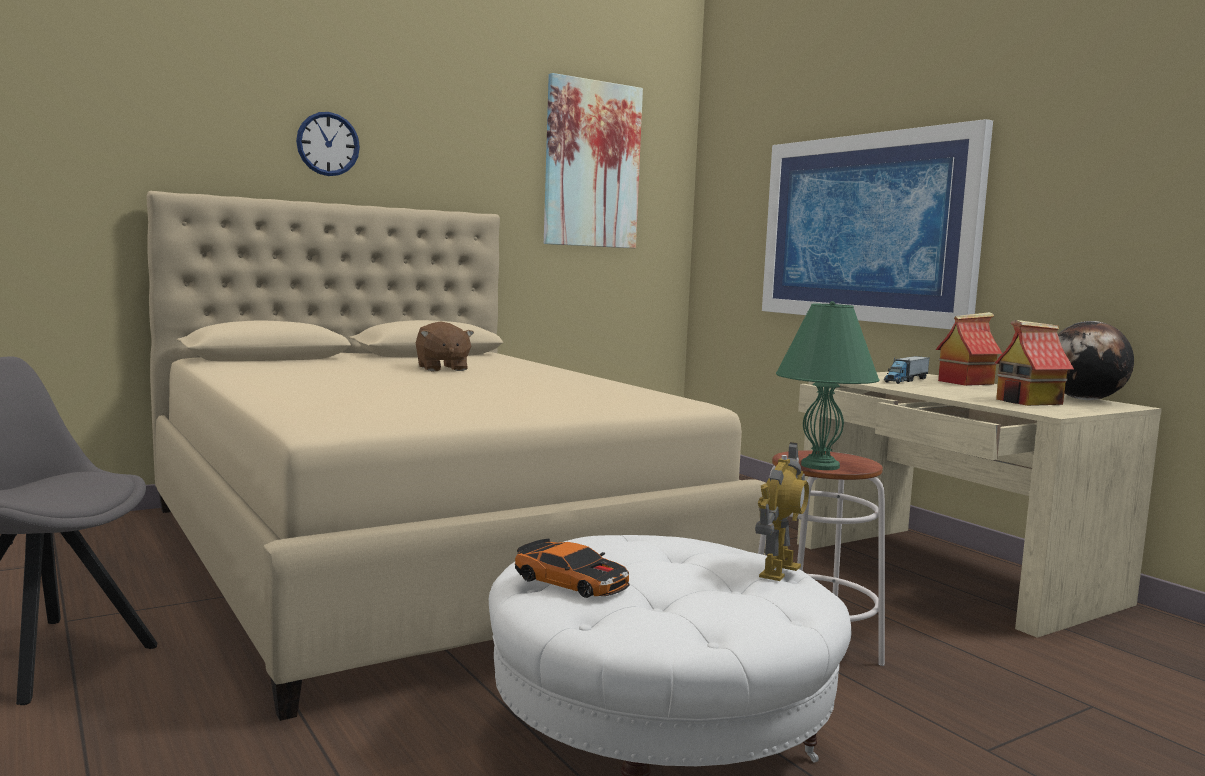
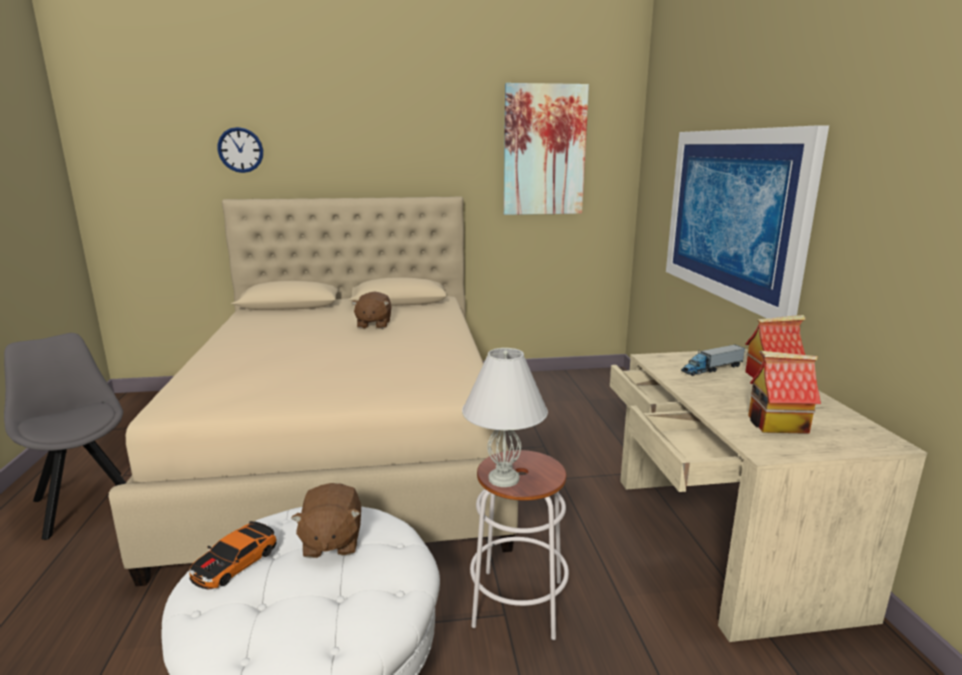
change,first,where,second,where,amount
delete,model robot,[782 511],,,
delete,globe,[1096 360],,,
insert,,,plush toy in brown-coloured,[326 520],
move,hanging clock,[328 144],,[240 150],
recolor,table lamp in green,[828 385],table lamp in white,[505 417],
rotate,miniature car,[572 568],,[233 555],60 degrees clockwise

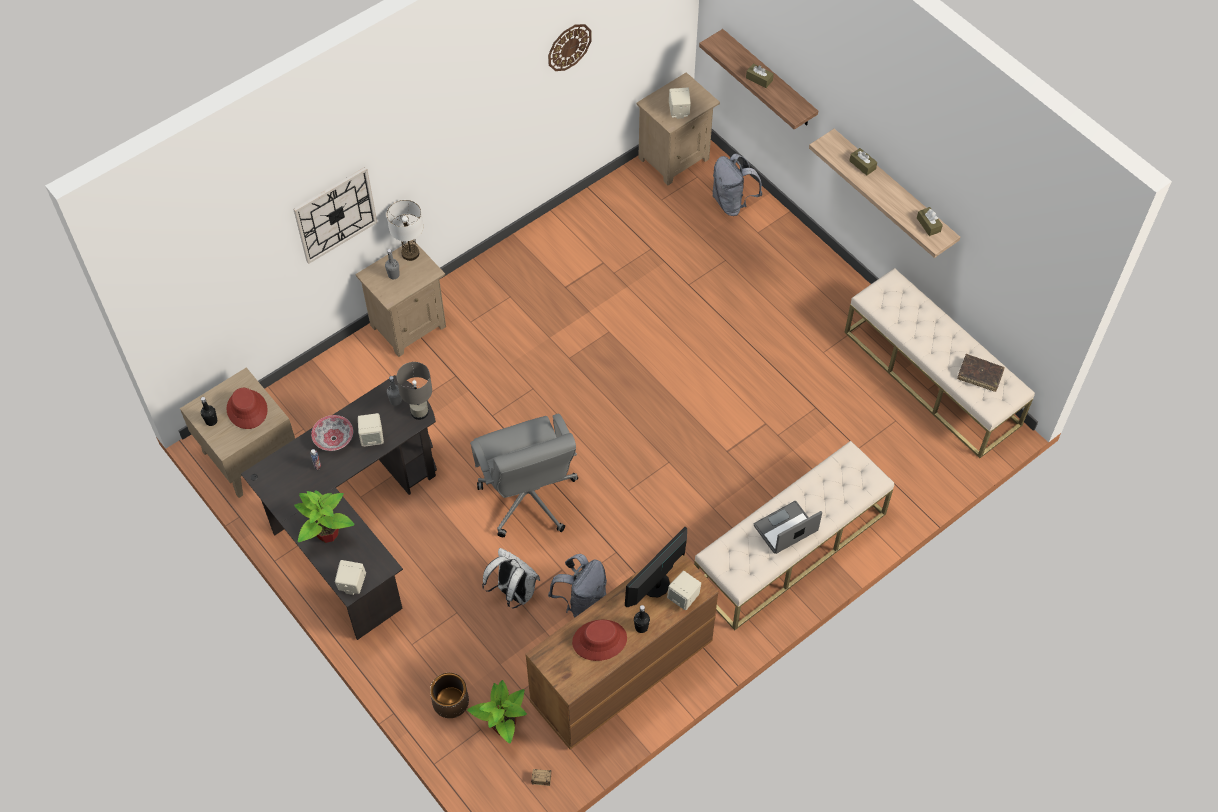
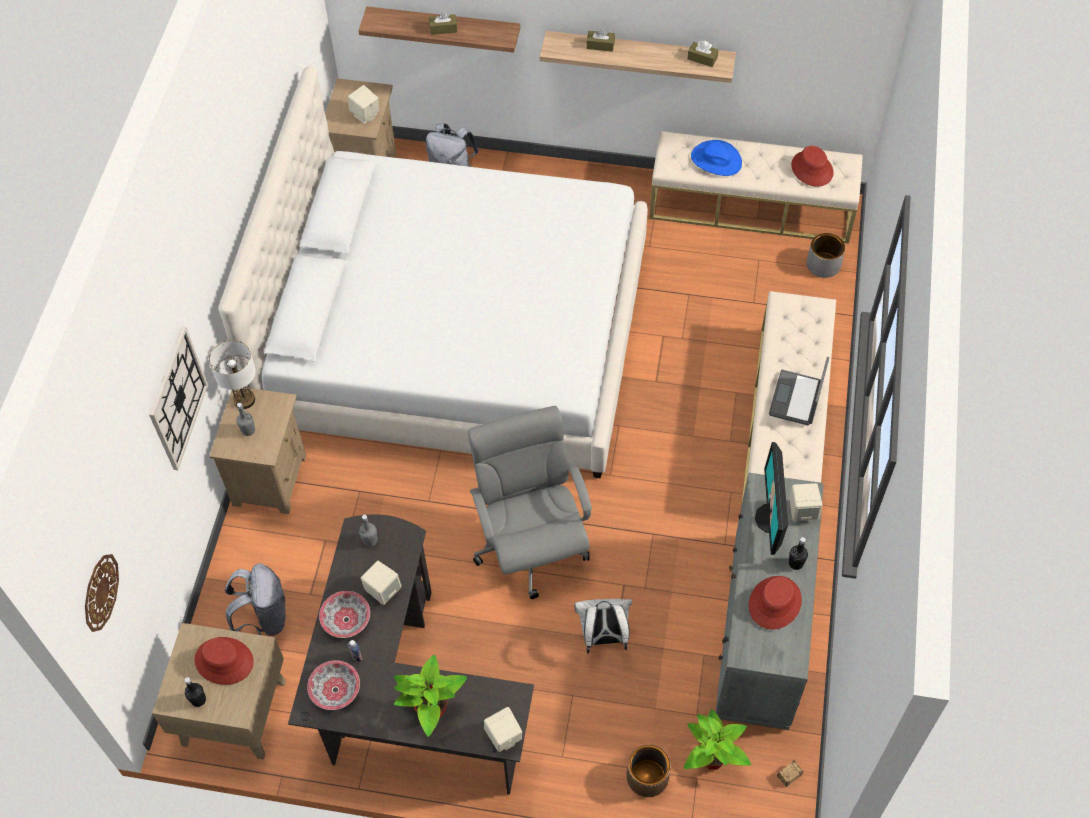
change,first,where,second,where,amount
delete,table lamp in grey,[414 391],,,
insert,,,sleeping bed in white,[433 272],
insert,,,bowl,[333 685],
insert,,,clothing hat in blue-coloured,[716 158],
insert,,,planter in grey,[826 255],
move,hanging clock,[570 47],,[102 593],
move,rucksack in grey,[577 586],,[256 600],
replace,volume in brown-coloured,[981 373],clothing hat in reddish,[812 166],
recolor,dresser in brown-coloured,[622 652],dresser in grey,[770 601],
rotate,office chair in grey,[524 475],,[530 502],135 degrees counterclockwise

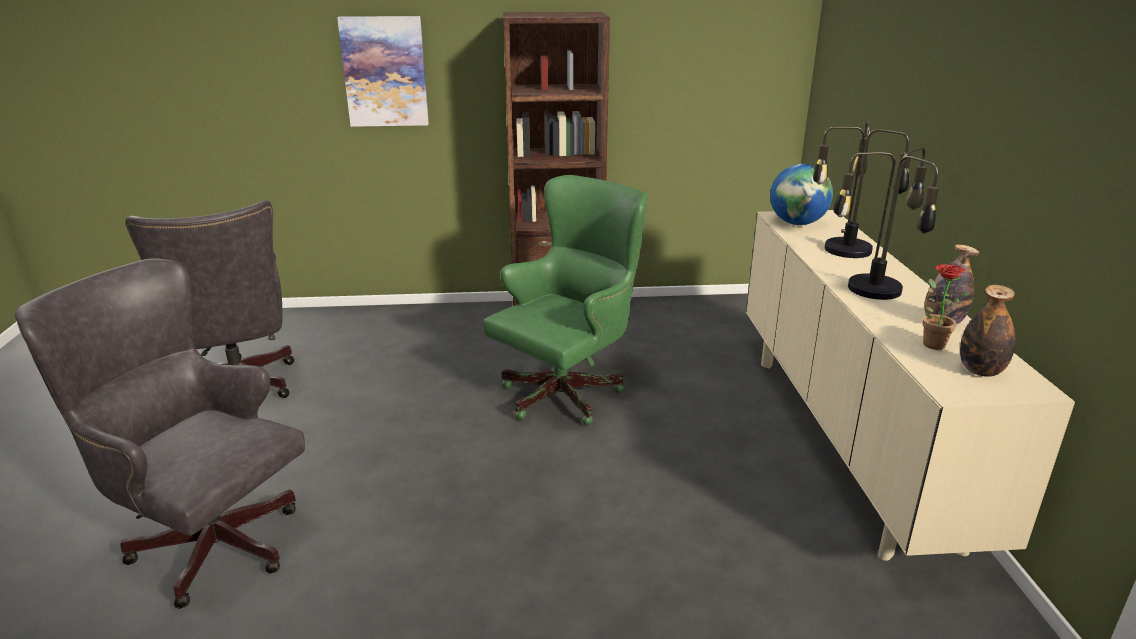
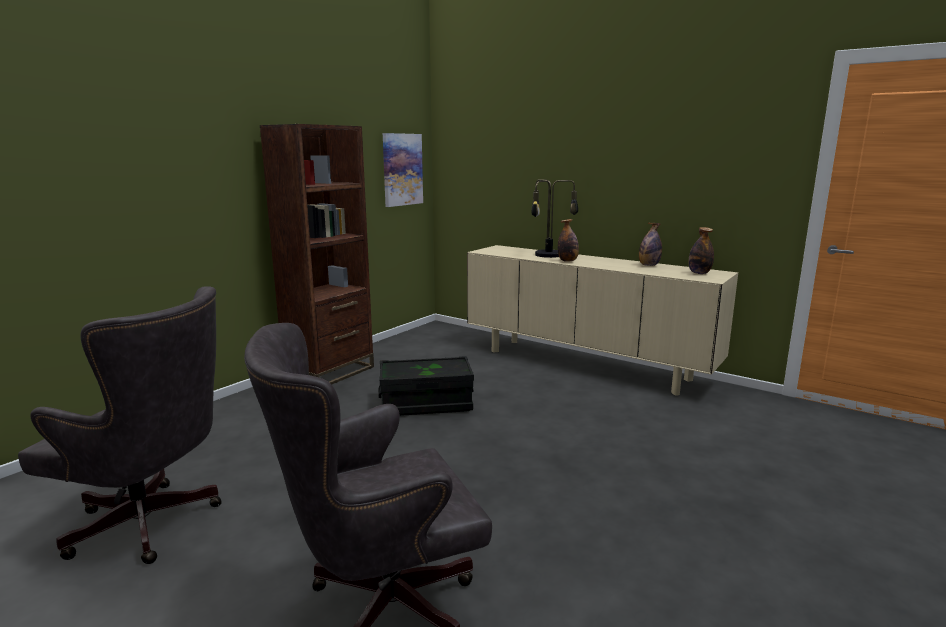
change,first,where,second,where,amount
delete,globe,[801 194],,,
delete,table lamp,[886 223],,,
delete,potted plant,[946 307],,,
insert,,,bottle,[568 240],
move,wall picture,[383 71],,[403 170],
replace,office chair in green,[565 300],storage container in black-coloured,[426 386],

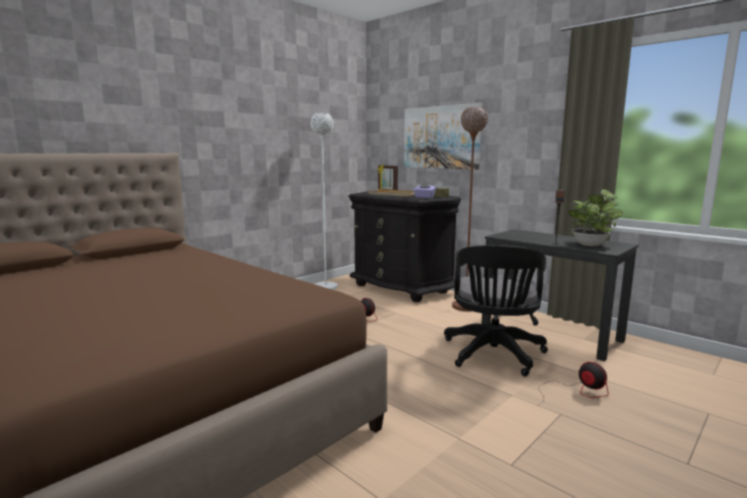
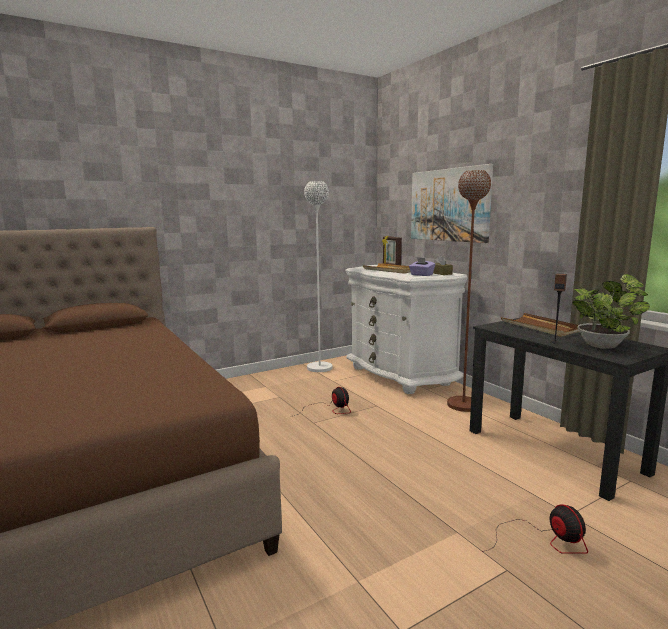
change,first,where,second,where,amount
delete,office chair in black-coloured,[496 310],,,
insert,,,serving tray in brown-coloured,[540 325],
recolor,dresser in black-coloured,[404 246],dresser in white,[406 329],

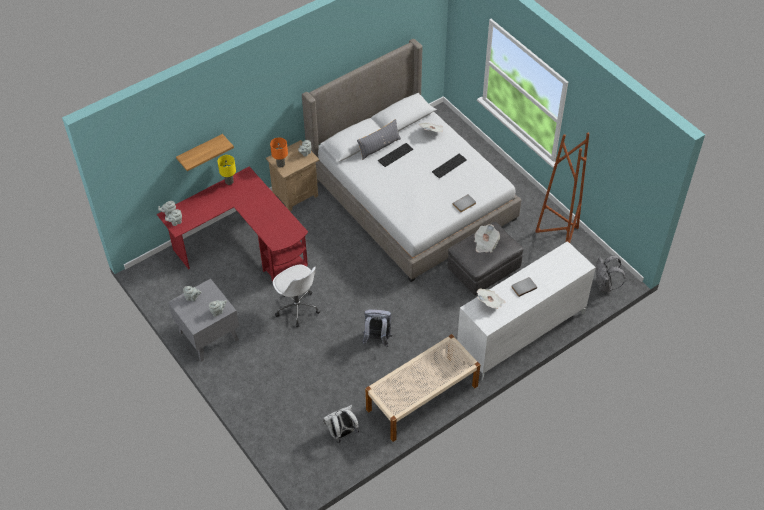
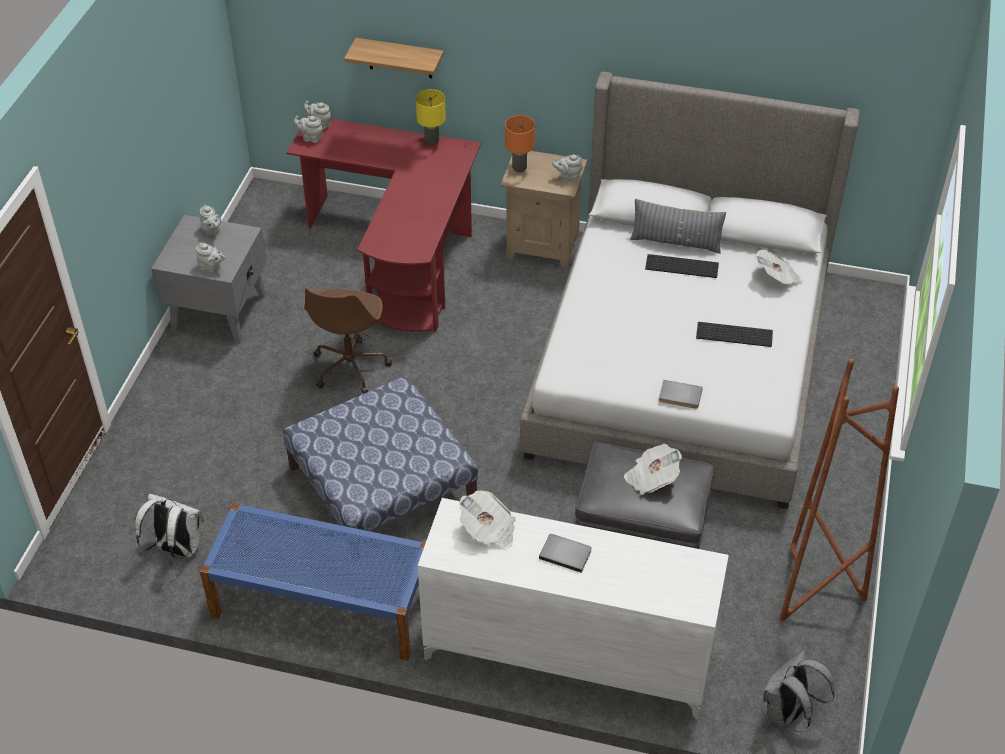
change,first,where,second,where,amount
replace,rucksack in grey,[377 328],ottoman,[380 468],
recolor,office chair in white,[296 296],office chair in brown-coloured,[348 341],
recolor,bench in beige,[422 388],bench in blue-coloured,[313 582],

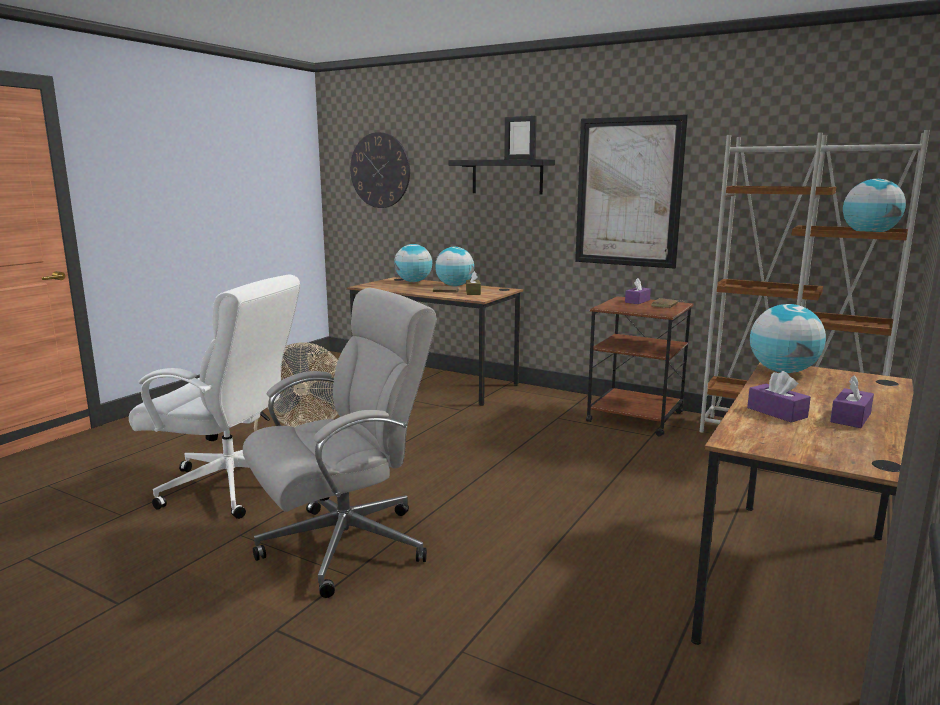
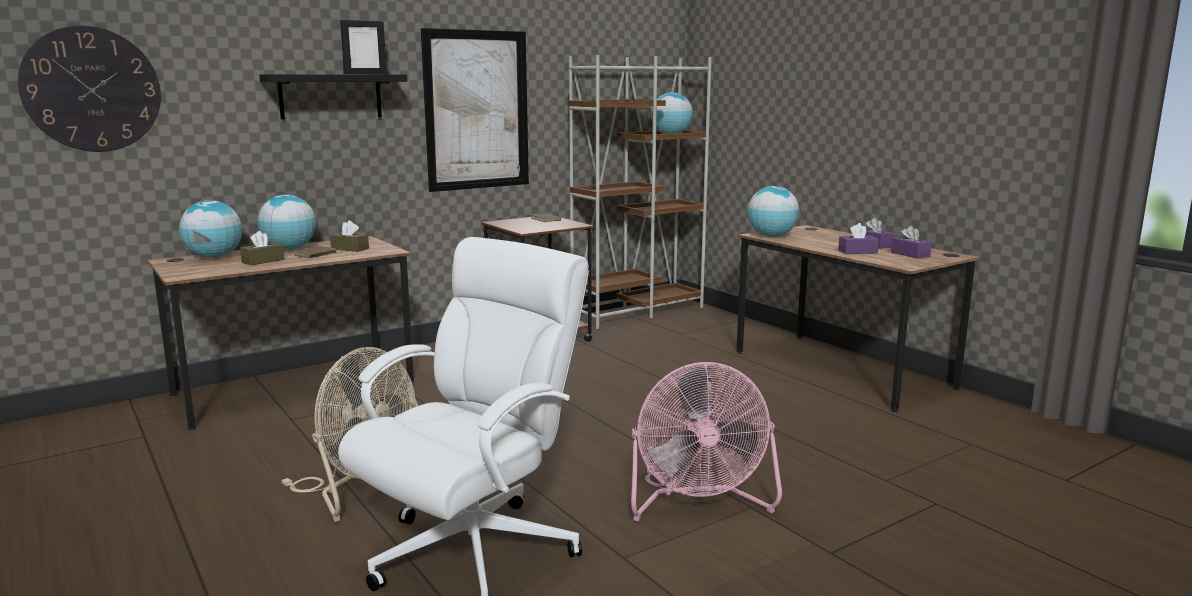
change,first,where,second,where,amount
insert,,,tissue box in brown-coloured,[262 248],
move,tissue box in purple-coloured,[638 291],,[911 242],
replace,office chair in grey,[340 443],fan in pink,[706 441],

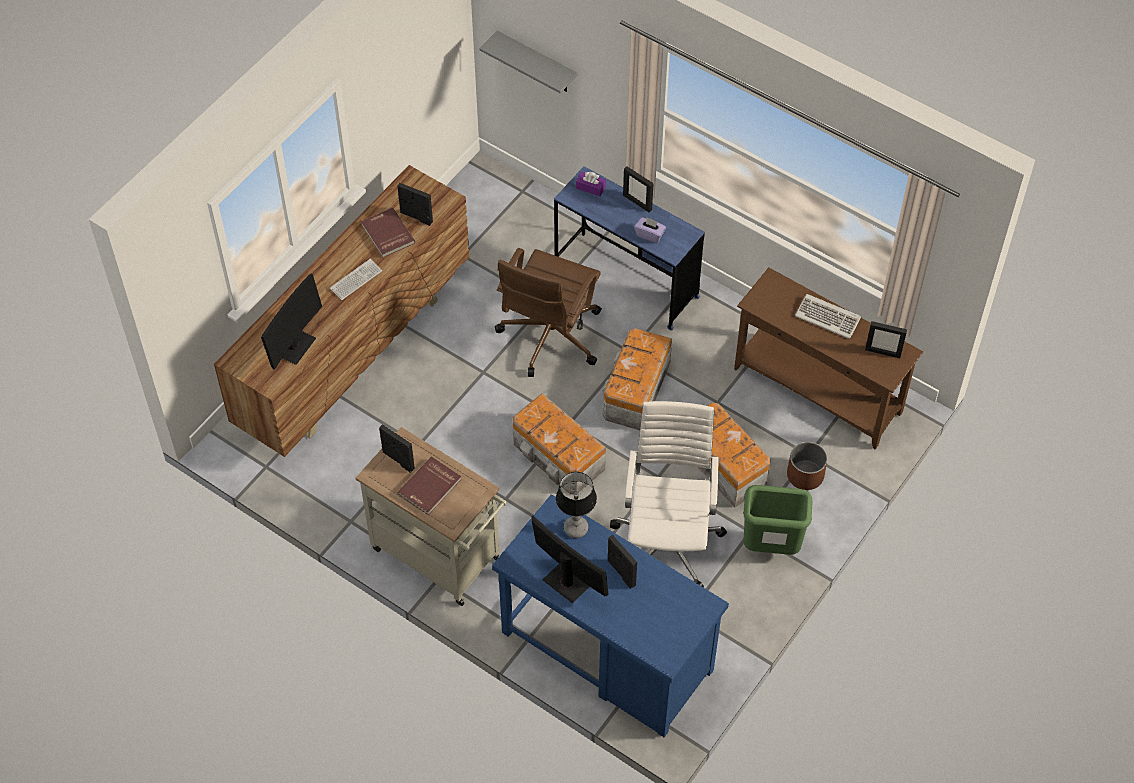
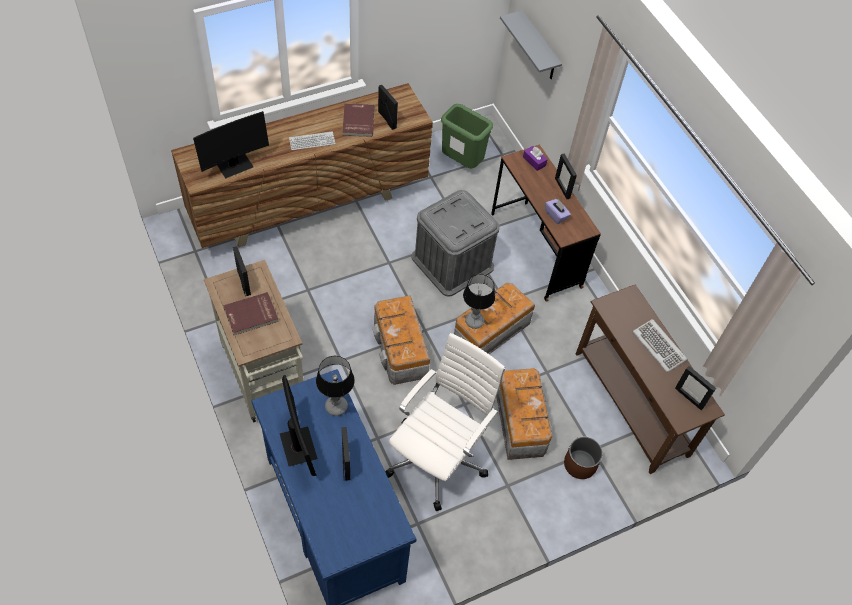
change,first,where,second,where,amount
insert,,,table lamp,[479 301],
move,rubbish bin in green,[778 520],,[467 136],
replace,office chair in brown-coloured,[548 312],storage container in grey,[456 243],
recolor,desk table in blue-coloured,[629 248],desk table in brown-coloured,[546 223],

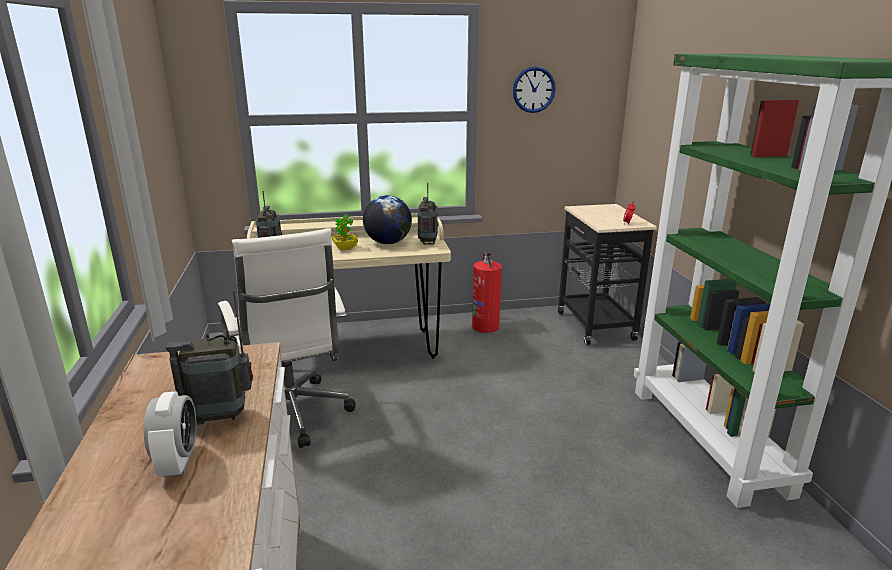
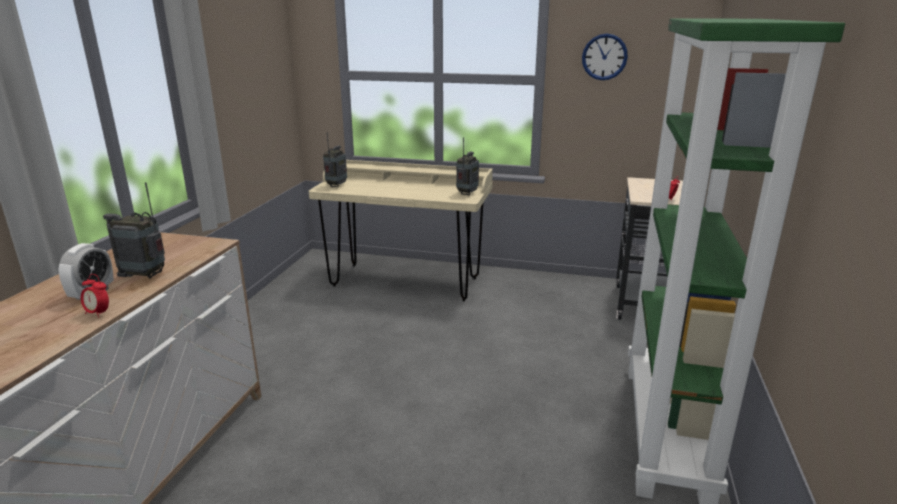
change,first,where,second,where,amount
delete,office chair in white,[287 338],,,
delete,potted plant,[345 232],,,
delete,globe,[387 219],,,
delete,extinguisher,[487 292],,,
insert,,,alarm clock,[95 296],

